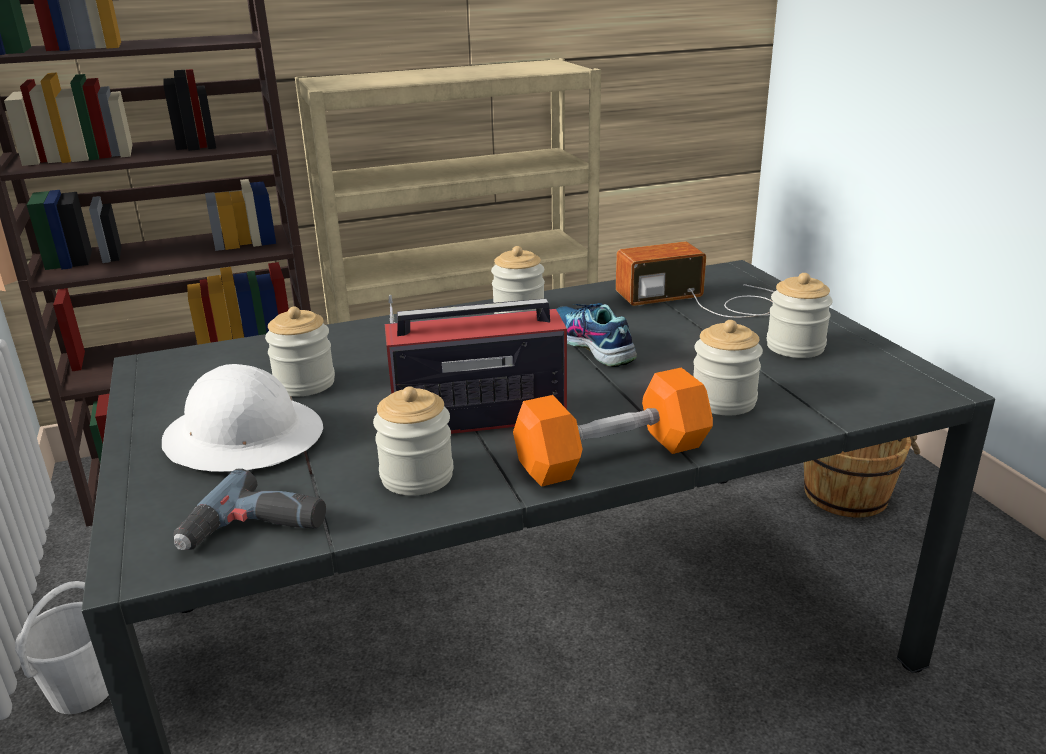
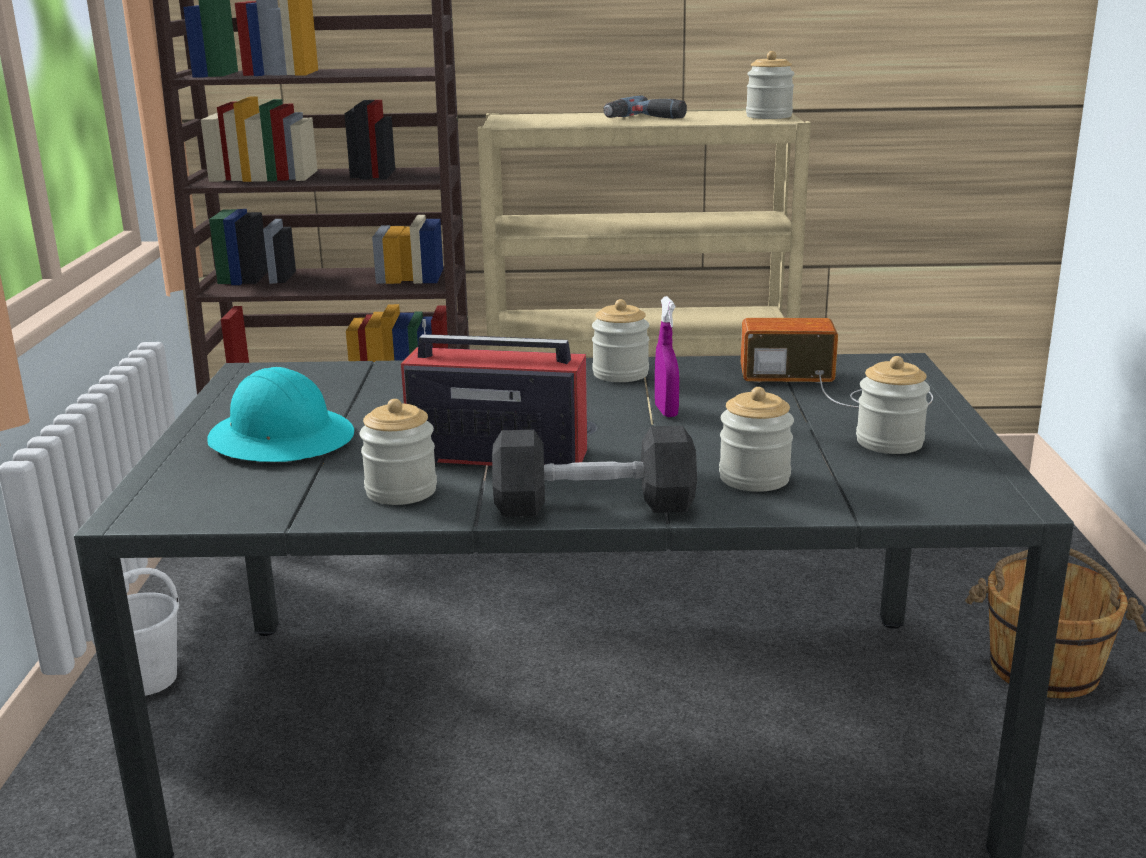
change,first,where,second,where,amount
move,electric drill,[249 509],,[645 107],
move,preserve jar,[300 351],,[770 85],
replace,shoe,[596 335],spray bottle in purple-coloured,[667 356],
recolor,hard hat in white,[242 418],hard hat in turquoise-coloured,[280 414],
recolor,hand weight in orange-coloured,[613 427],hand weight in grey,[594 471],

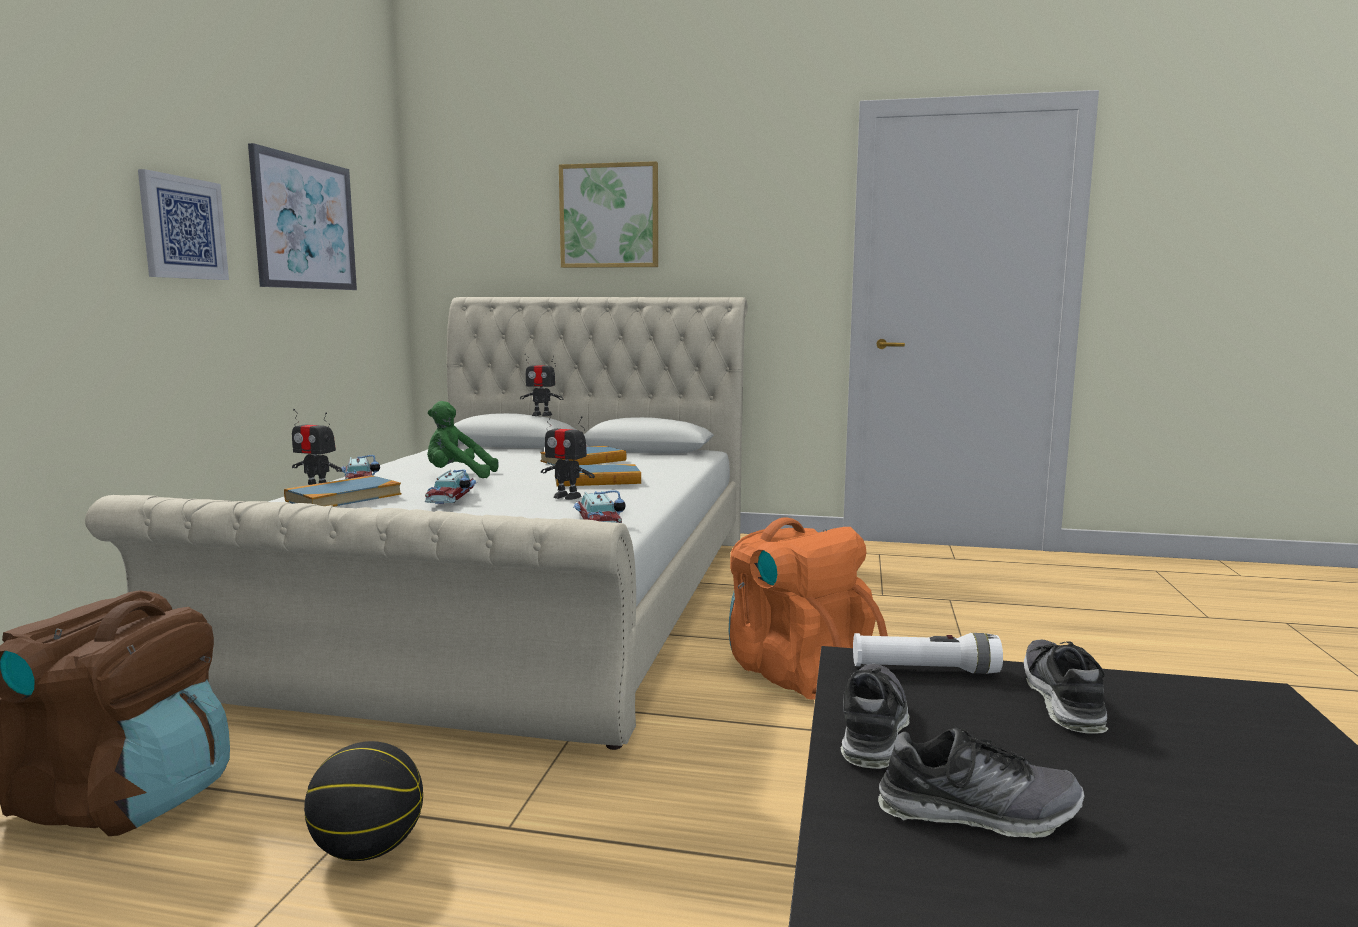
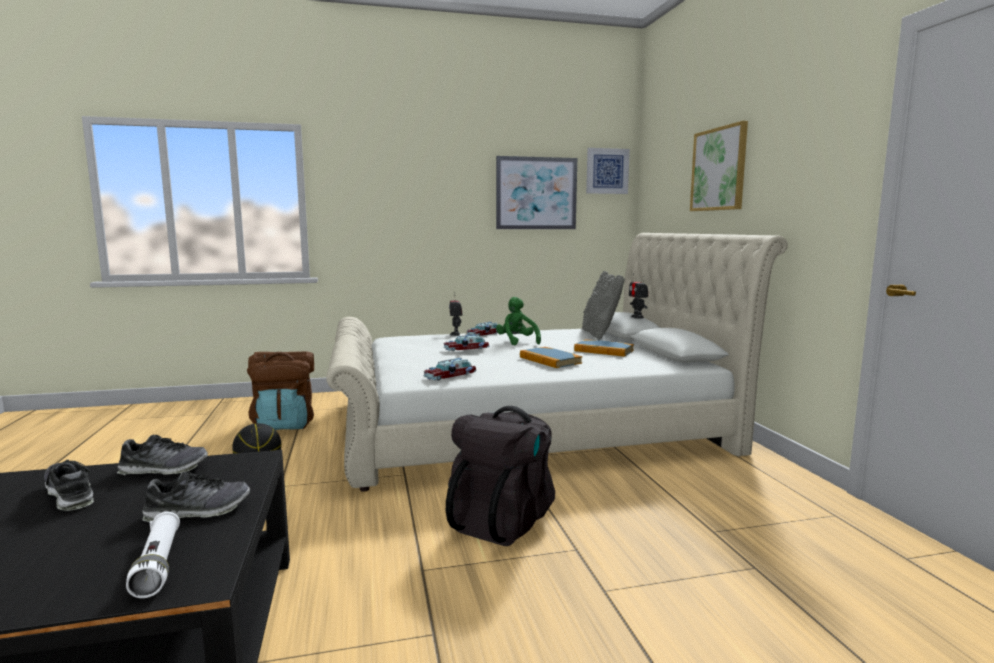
change,first,where,second,where,amount
delete,volume,[342 490],,,
delete,model robot,[568 456],,,
insert,,,pillow in grey,[603 305],
move,wall picture,[183 224],,[608 171],
move,hand torch in white,[928 653],,[153 555],
recolor,rucksack in orange-coloured,[808 608],rucksack in black-coloured,[500 476],
rotate,shoe,[981 783],,[69 485],150 degrees clockwise

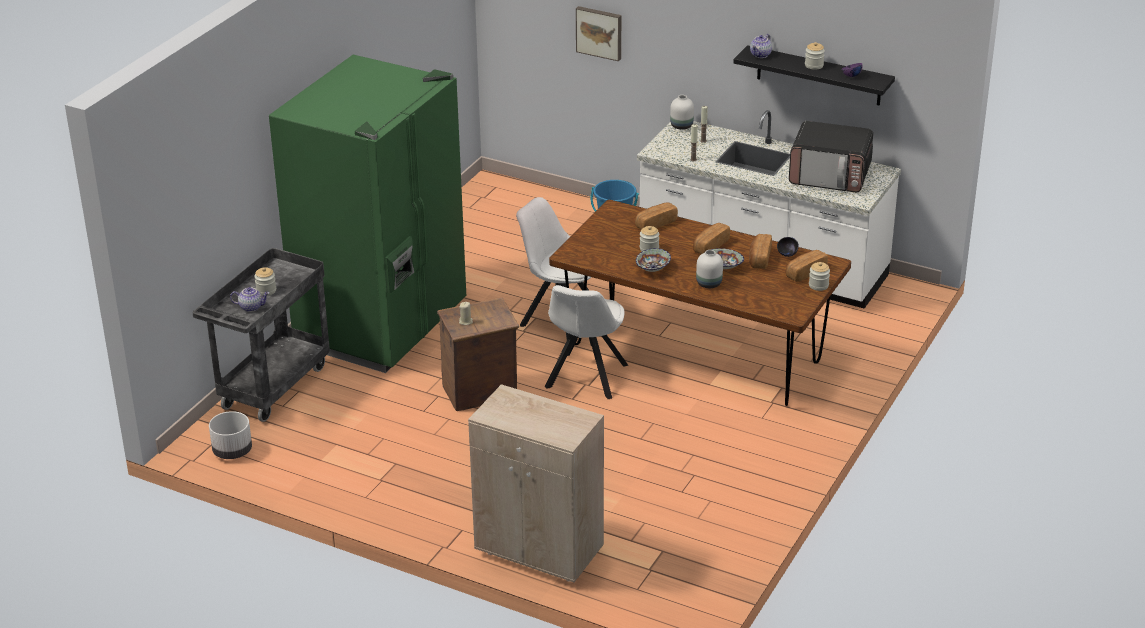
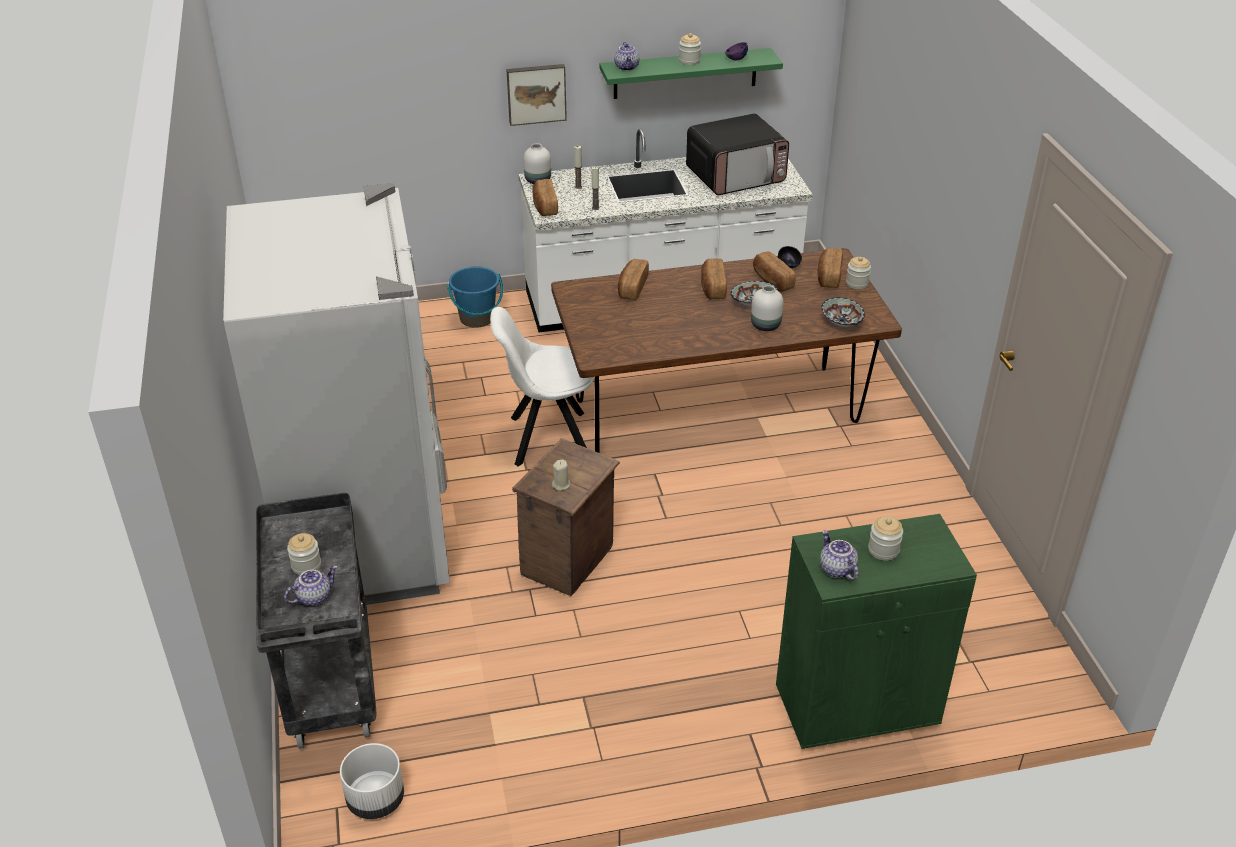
change,first,where,second,where,amount
delete,chair in white,[586 342],,,
insert,,,bakery bread,[545 197],
insert,,,tea pot,[839 555],
move,wall picture,[598 33],,[536 95],
move,bowl,[653 260],,[843 312],
move,preserve jar,[649 238],,[885 538],
recolor,refrigerator in green,[367 214],refrigerator in white,[336 394],
recolor,cabinet in beige,[536 483],cabinet in green,[876 631],
recolor,shelf in black-coloured,[814 75],shelf in green,[691 73],

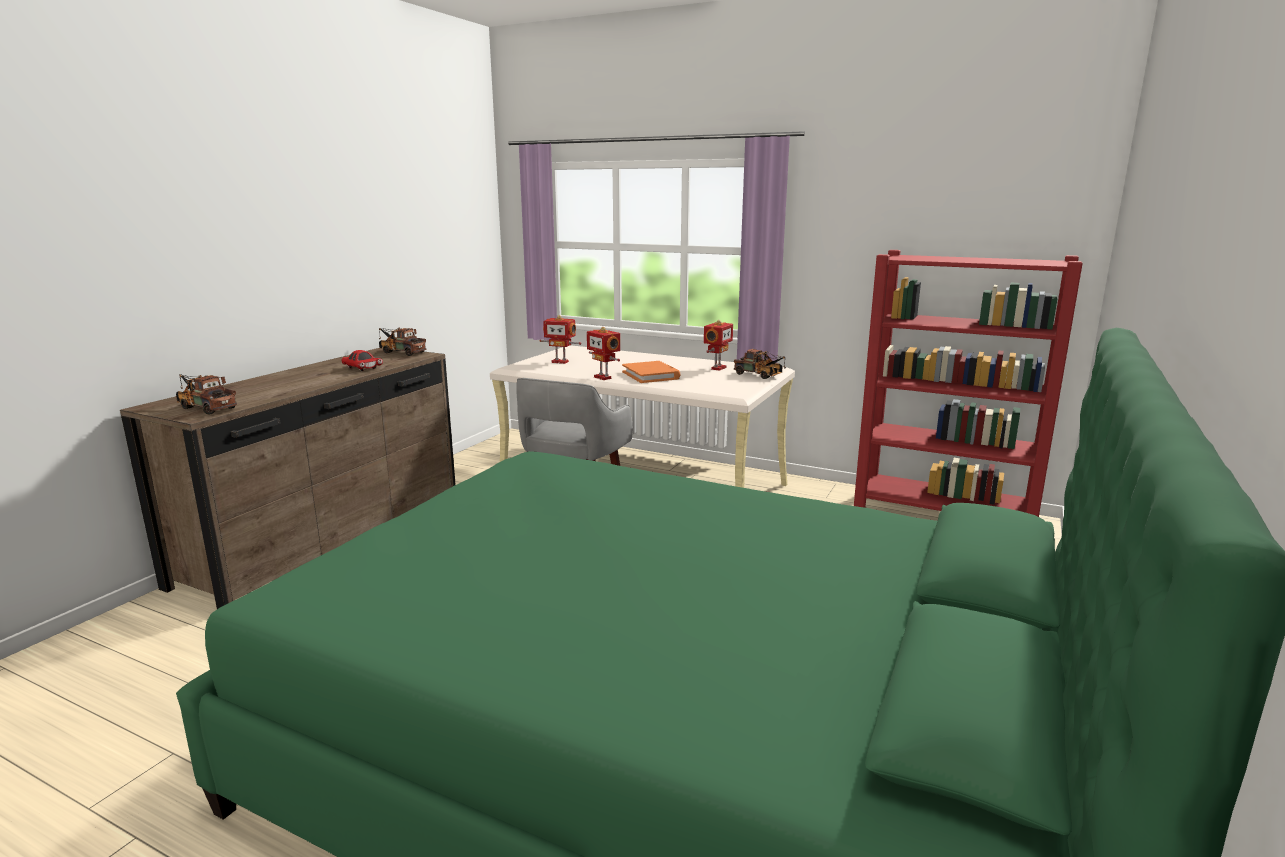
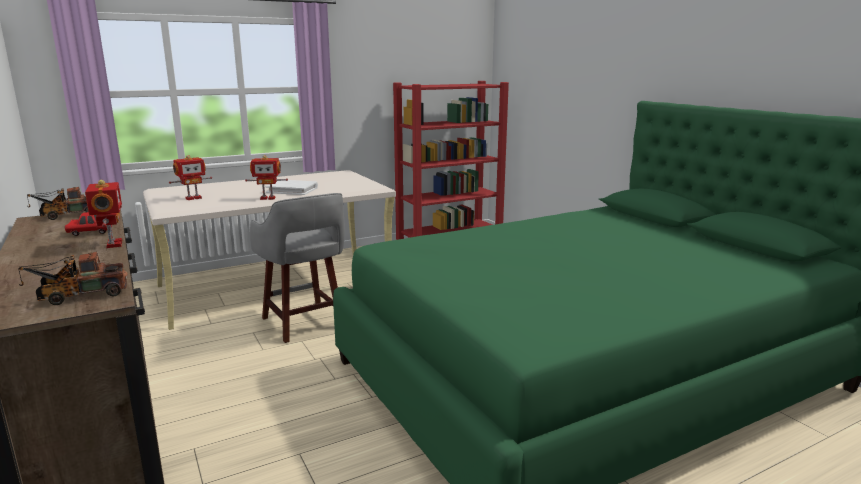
change,first,where,second,where,amount
delete,model truck,[760 364],,,
move,model robot,[718 345],,[104 214],
recolor,volume in orange-coloured,[651 372],volume in white,[291 187],

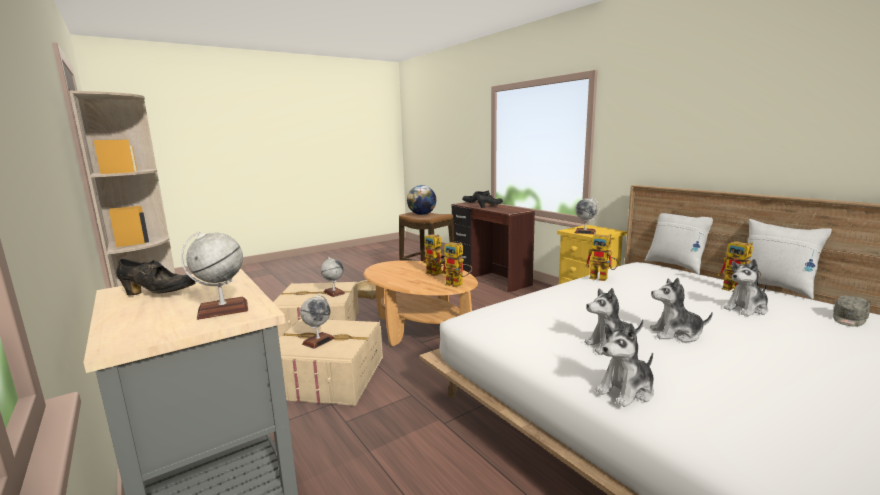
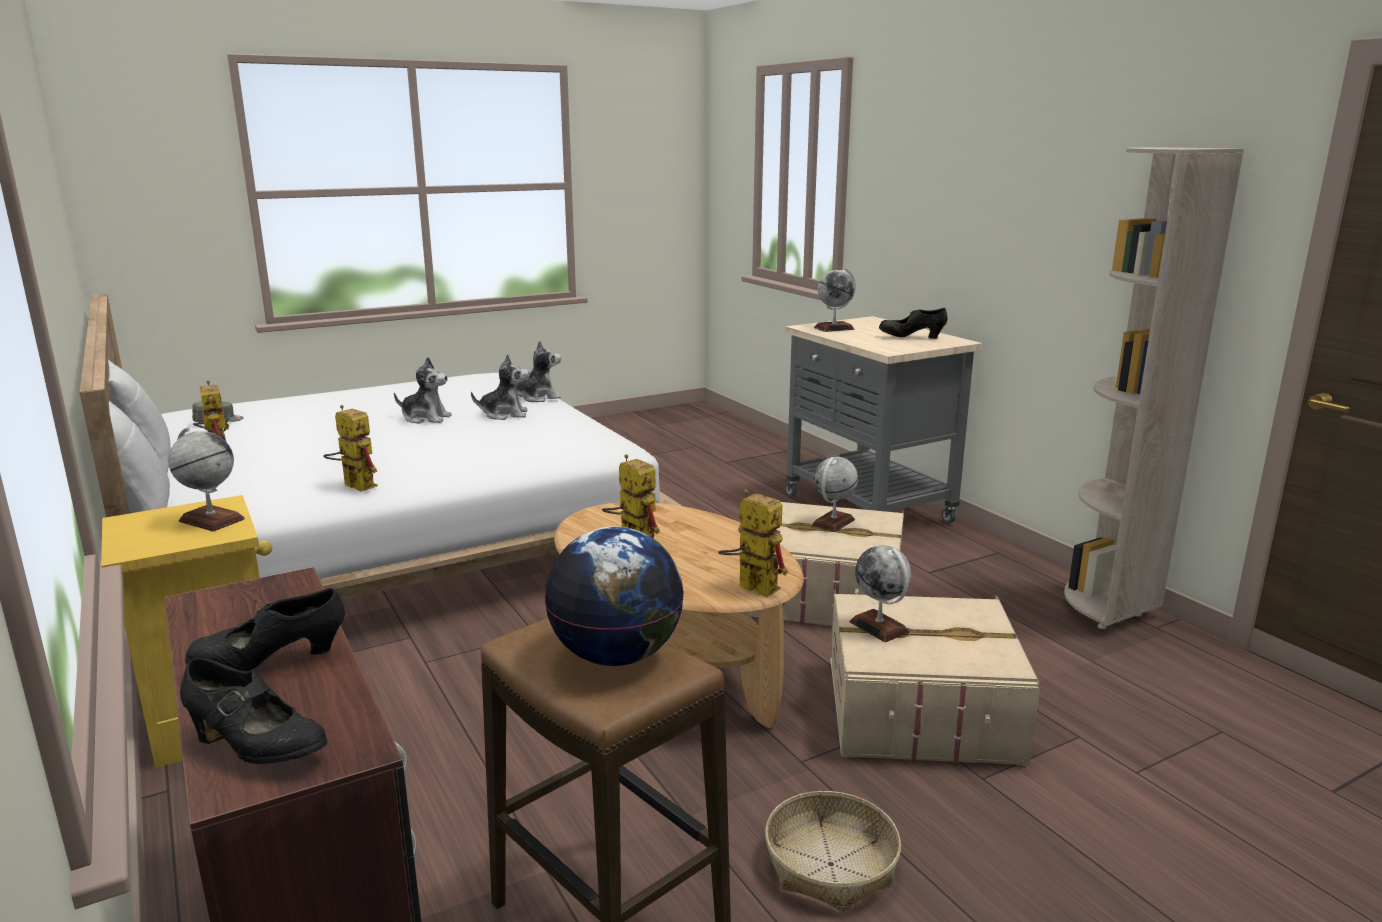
change,first,where,second,where,amount
delete,plush toy,[746 287],,,
move,model robot,[457 264],,[753 543],

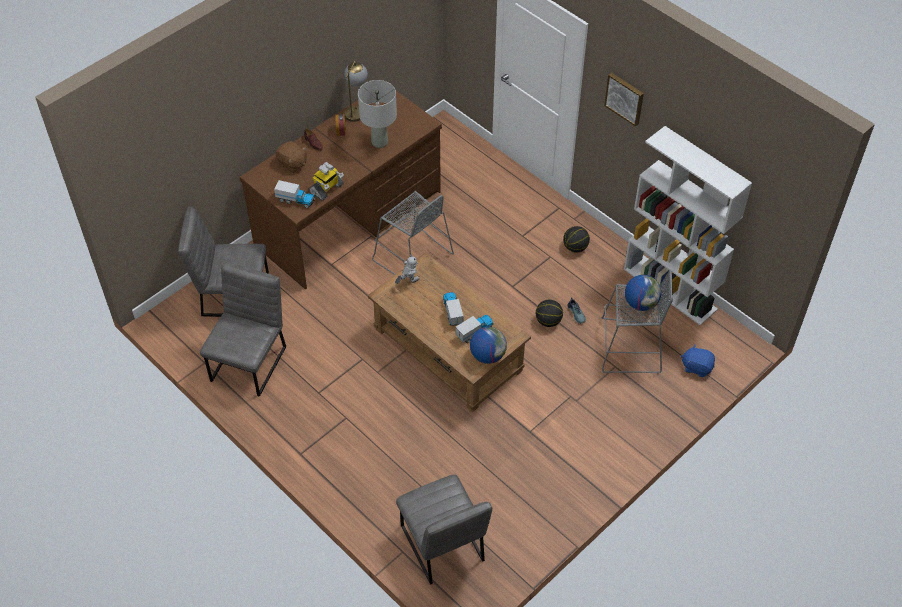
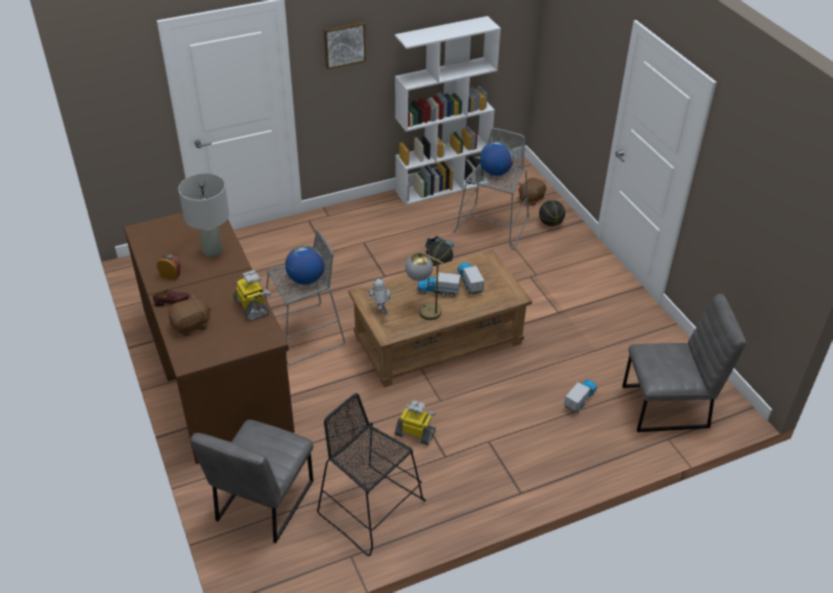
change,first,where,second,where,amount
insert,,,model robot,[415 423],
move,model truck,[294 194],,[580 396],
move,table lamp,[356 91],,[424 285],
move,globe,[488 345],,[304 265],
move,basketball,[576 239],,[552 213],
replace,chair in grey,[243 329],stool in black-coloured,[371 474],
recolor,plush toy in blue-coloured,[698 360],plush toy in brown-coloured,[532 191],

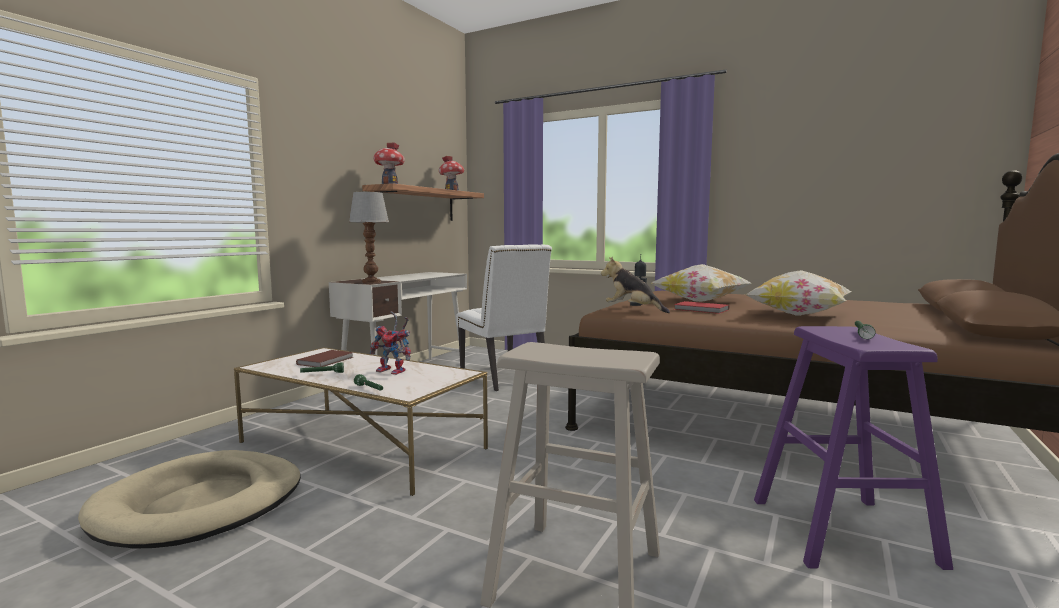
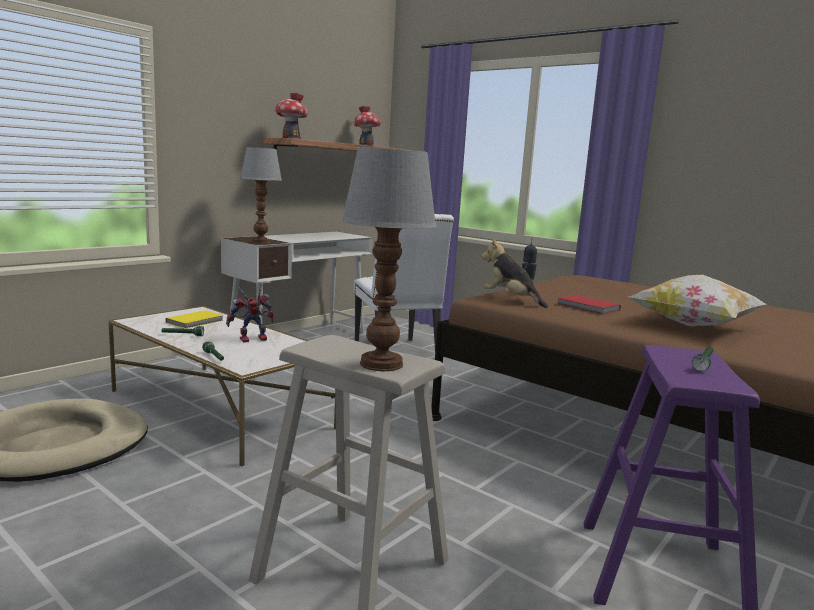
change,first,where,second,where,amount
delete,pillow,[701 283],,,
insert,,,table lamp,[389 259],
recolor,volume in brown-coloured,[325 358],volume in yellowish,[194 319],
rotate,model robot,[390 343],,[250 313],120 degrees clockwise

